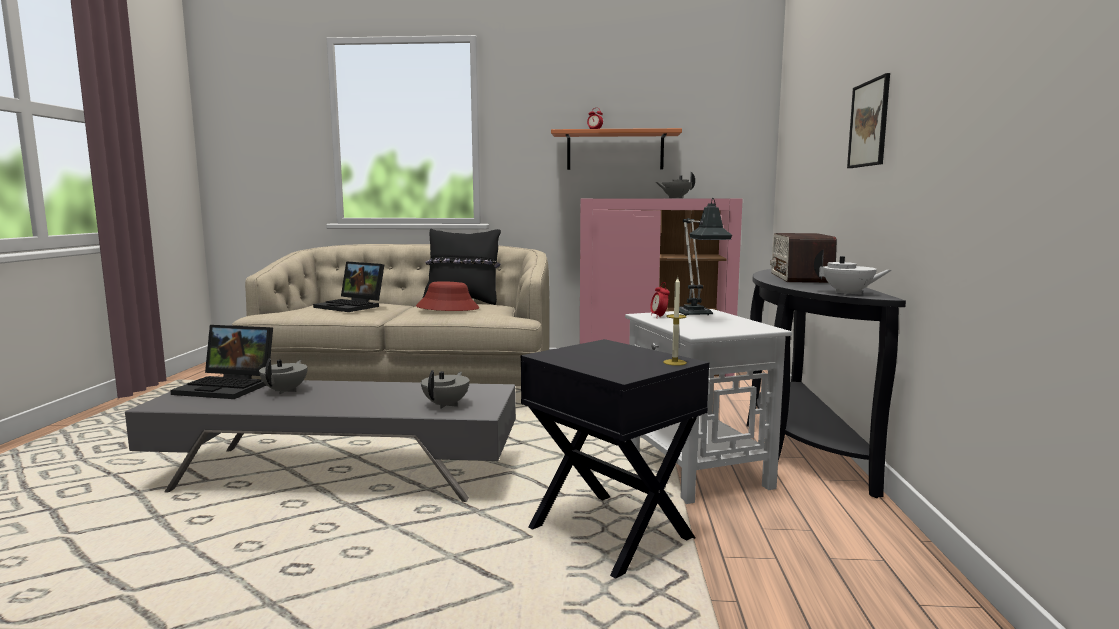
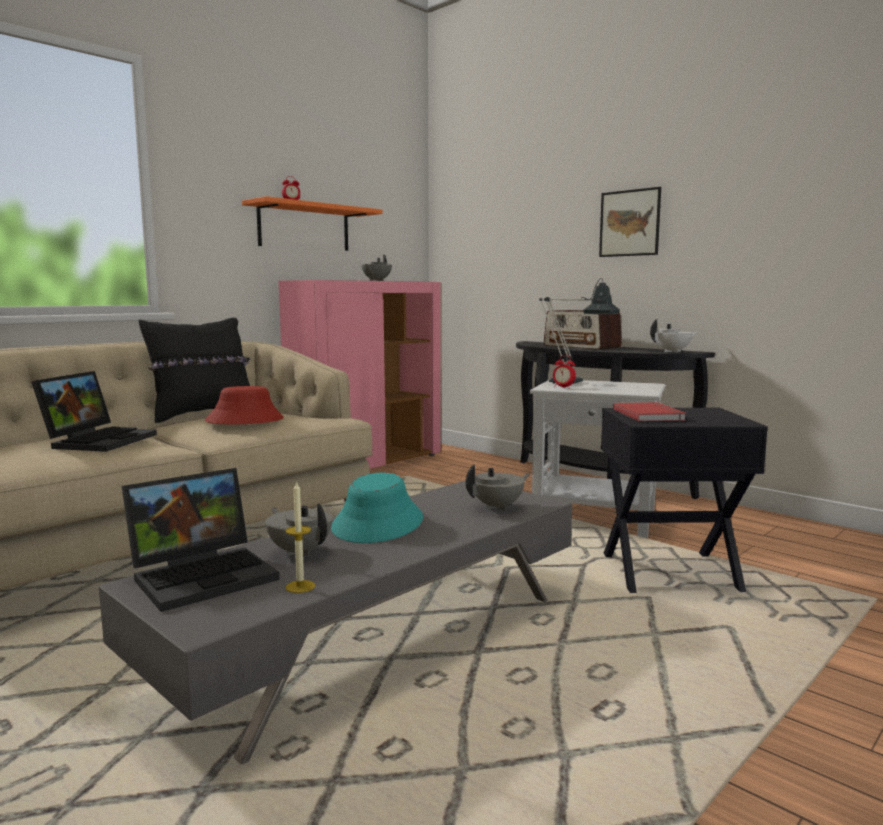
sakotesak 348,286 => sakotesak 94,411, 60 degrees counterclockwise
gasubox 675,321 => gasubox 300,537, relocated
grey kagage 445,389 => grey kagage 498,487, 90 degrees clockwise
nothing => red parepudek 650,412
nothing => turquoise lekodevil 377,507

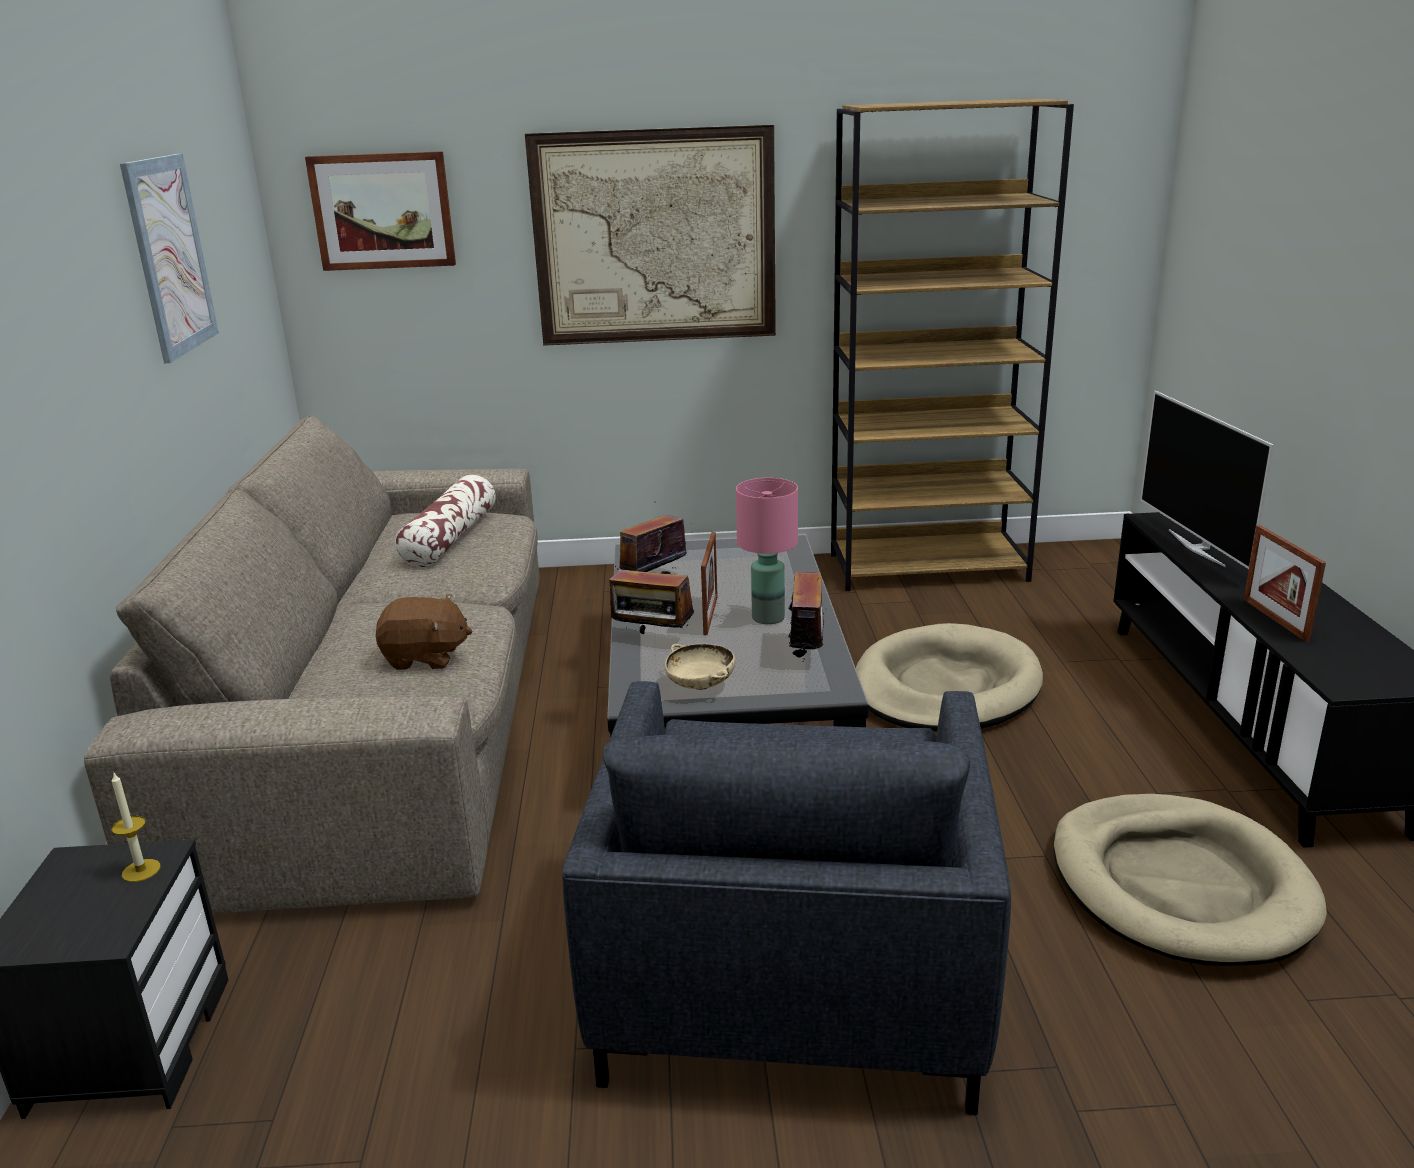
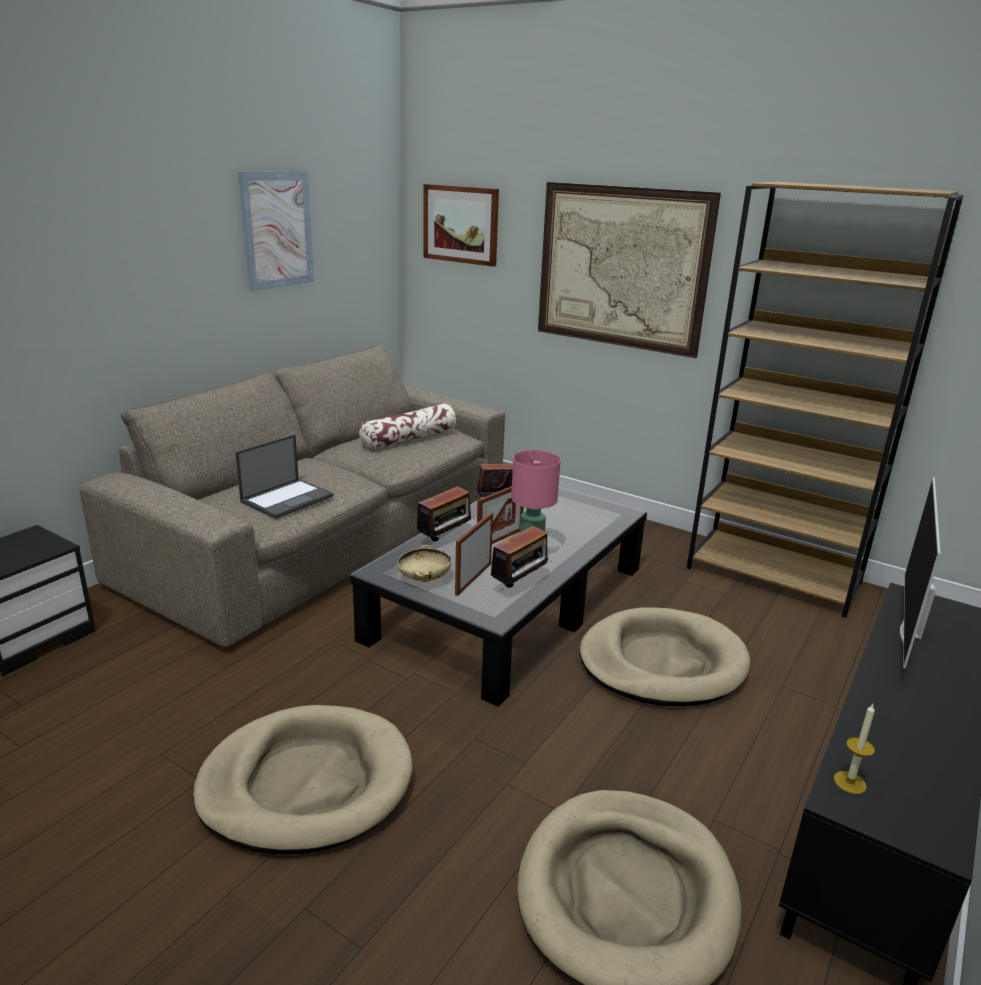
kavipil 1285,583 => kavipil 474,554, relocated
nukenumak 651,597 => nukenumak 441,513, 105 degrees counterclockwise
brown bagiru 423,632 => sakotesak 284,476
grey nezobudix 786,898 => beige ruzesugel 303,779
gasubox 136,827 => gasubox 854,749, relocated

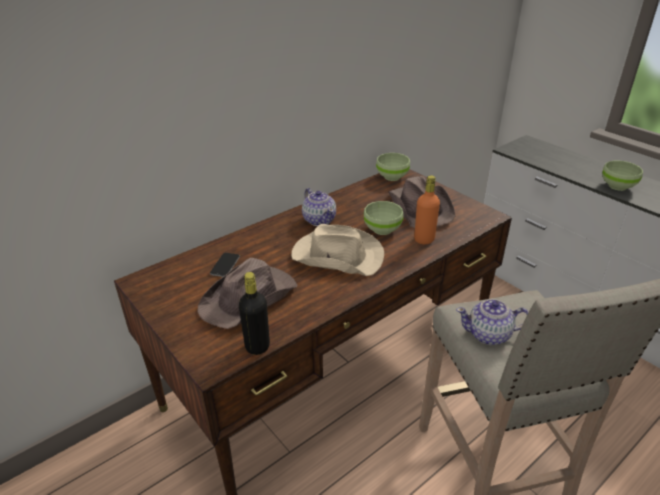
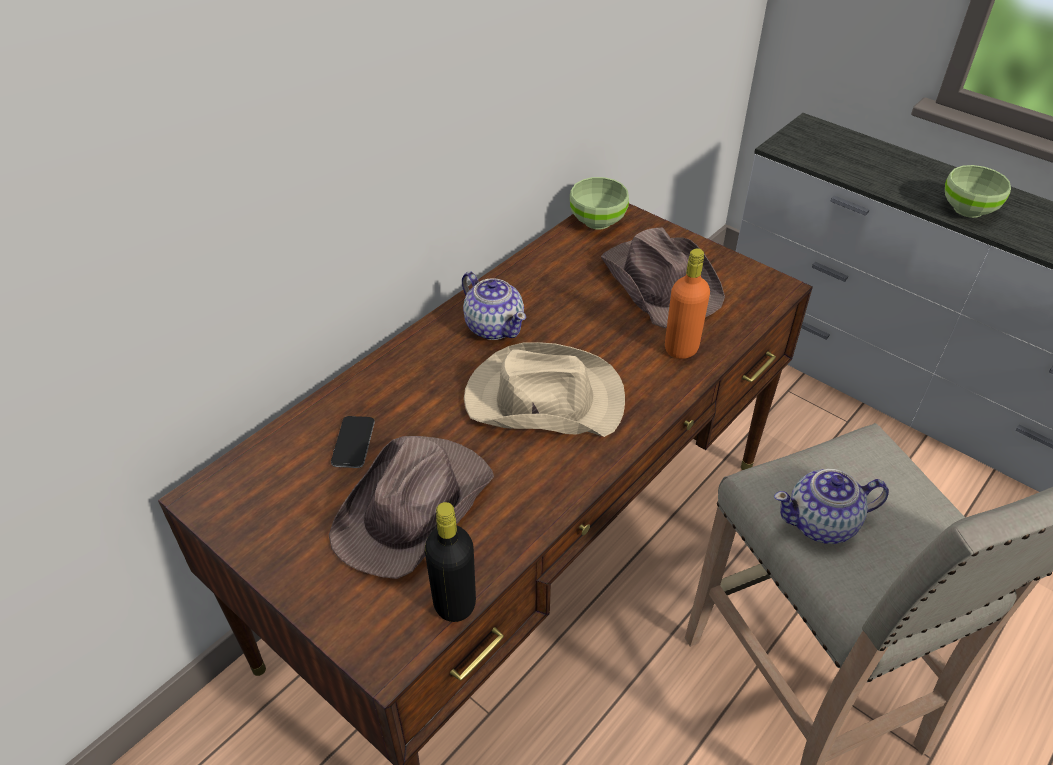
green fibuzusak 384,218 => nothing

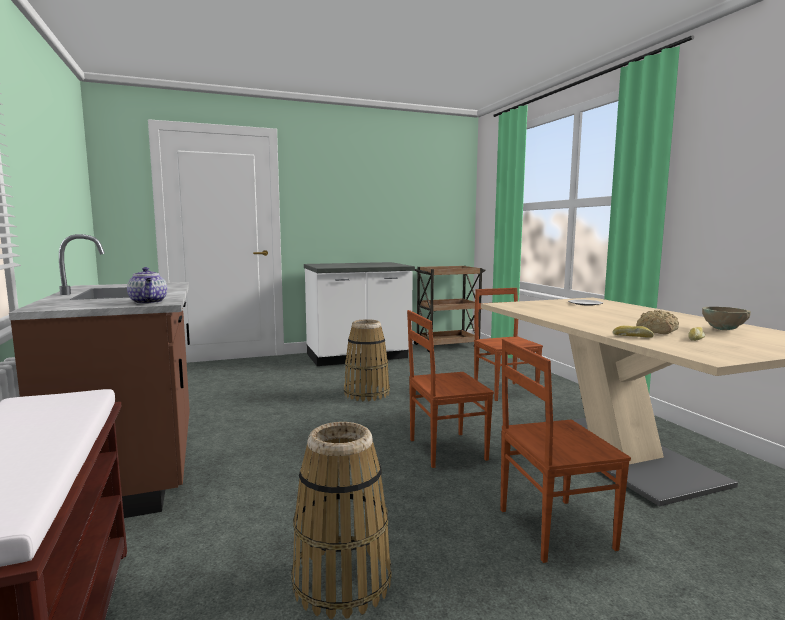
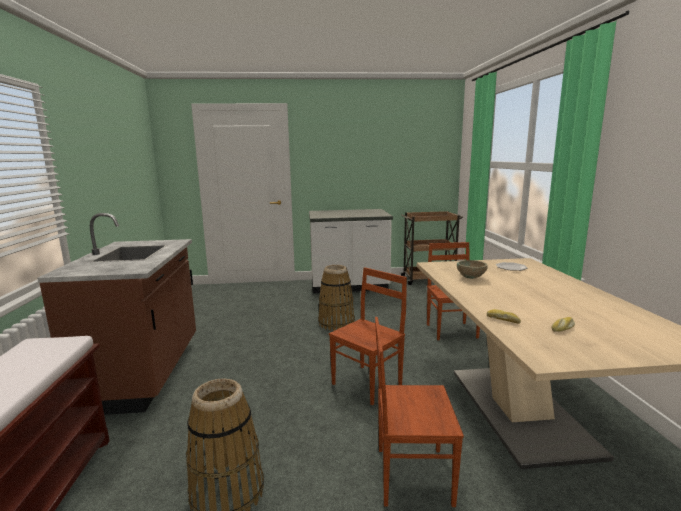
kagage 147,285 => nothing
beige fibuzusak 726,318 => beige fibuzusak 472,269, relocated
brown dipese 450,389 => brown dipese 368,336, 135 degrees clockwise
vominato 657,322 => nothing

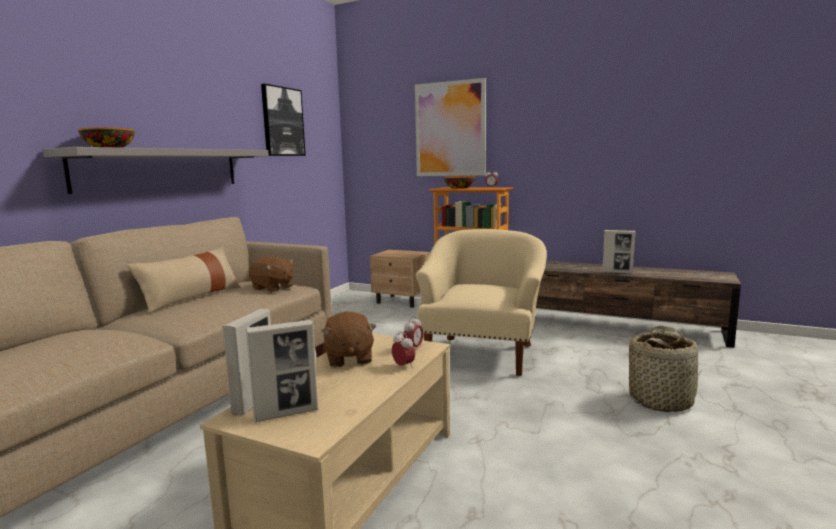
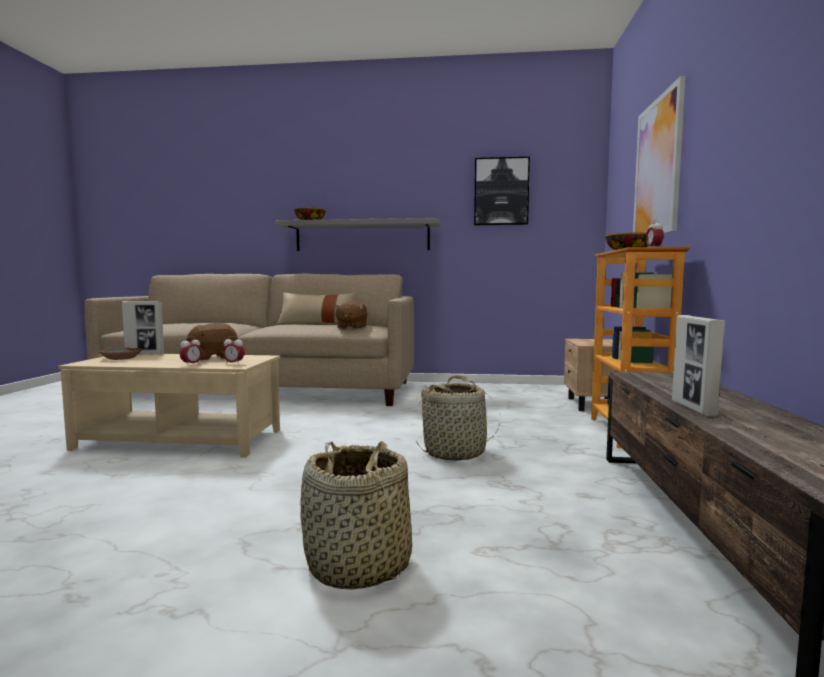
beige nezobudix 481,302 => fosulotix 457,418
kavipil 282,371 => brown fibuzusak 120,354

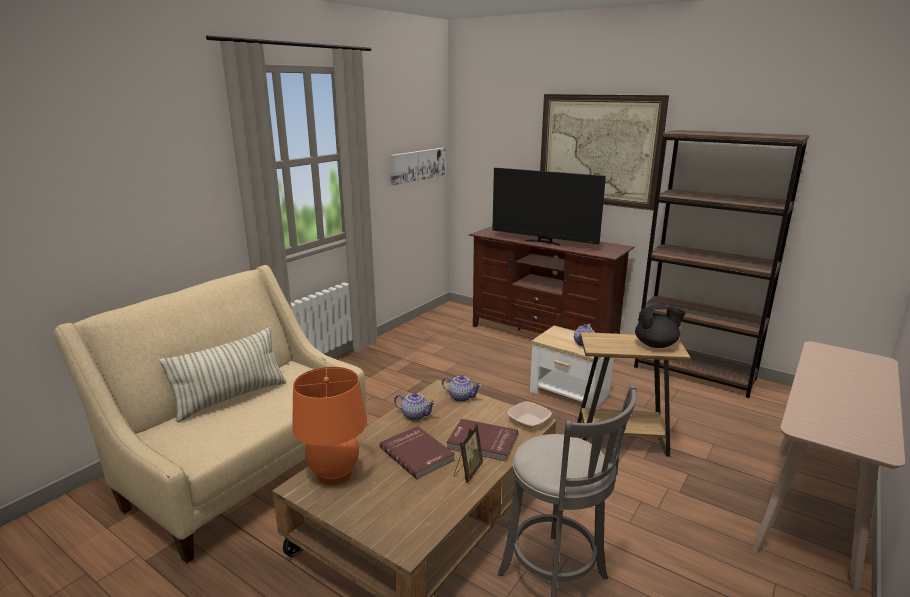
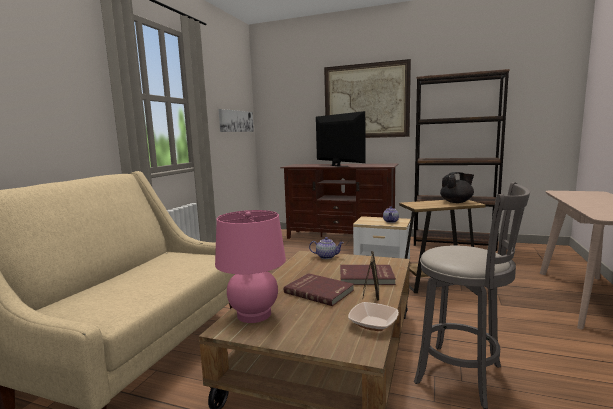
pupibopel 549,207 => pupibopel 341,139, 135 degrees counterclockwise
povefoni 223,374 => nothing
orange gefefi 329,426 => pink gefefi 250,266
kagage 415,406 => nothing
fibuzusak 529,414 => fibuzusak 373,316, relocated

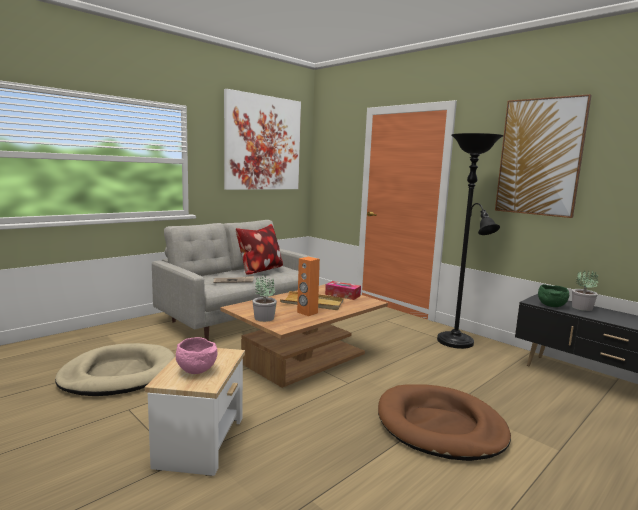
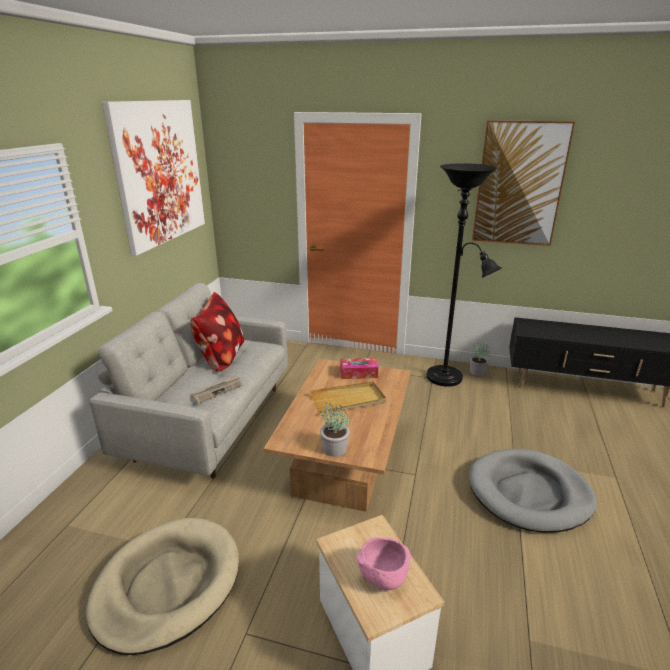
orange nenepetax 308,286 => nothing
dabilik 585,291 => dabilik 480,359, relocated
green fibuzusak 553,295 => nothing
brown ruzesugel 444,422 => grey ruzesugel 533,491

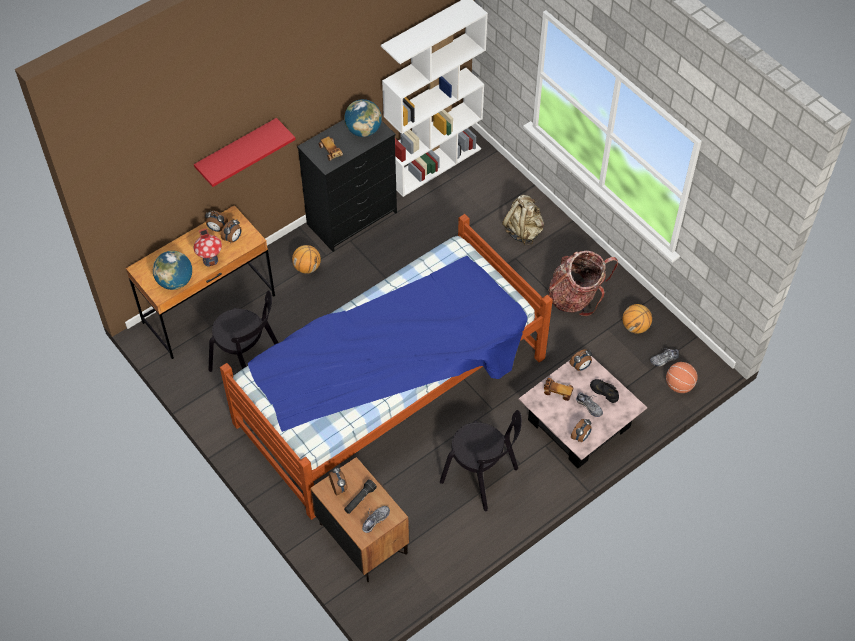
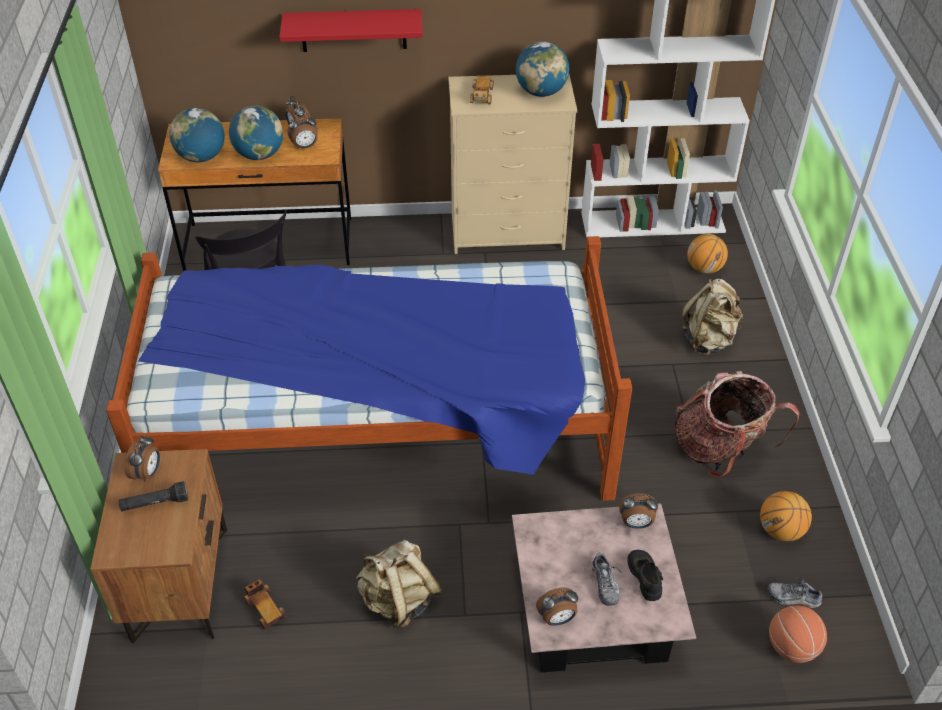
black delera 347,186 => beige delera 512,164
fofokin 208,247 => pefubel 256,133
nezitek 306,259 => nezitek 707,254, relocated
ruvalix 558,389 => ruvalix 265,604, relocated
black dipese 481,460 => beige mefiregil 399,584
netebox 376,519 => nothing

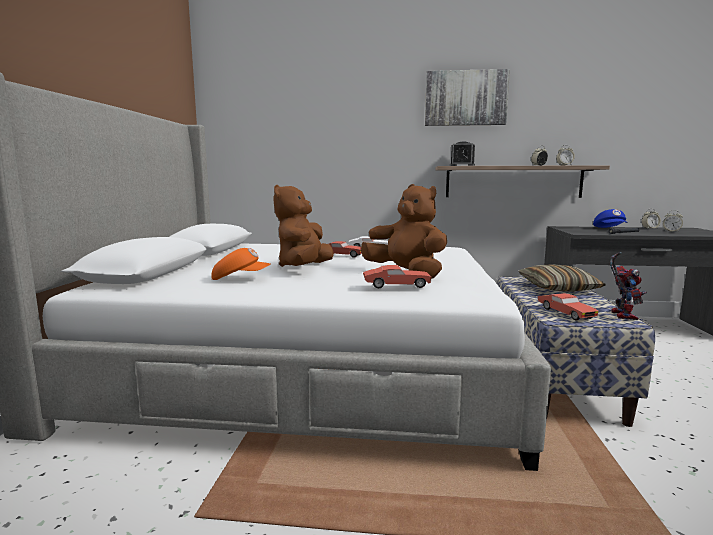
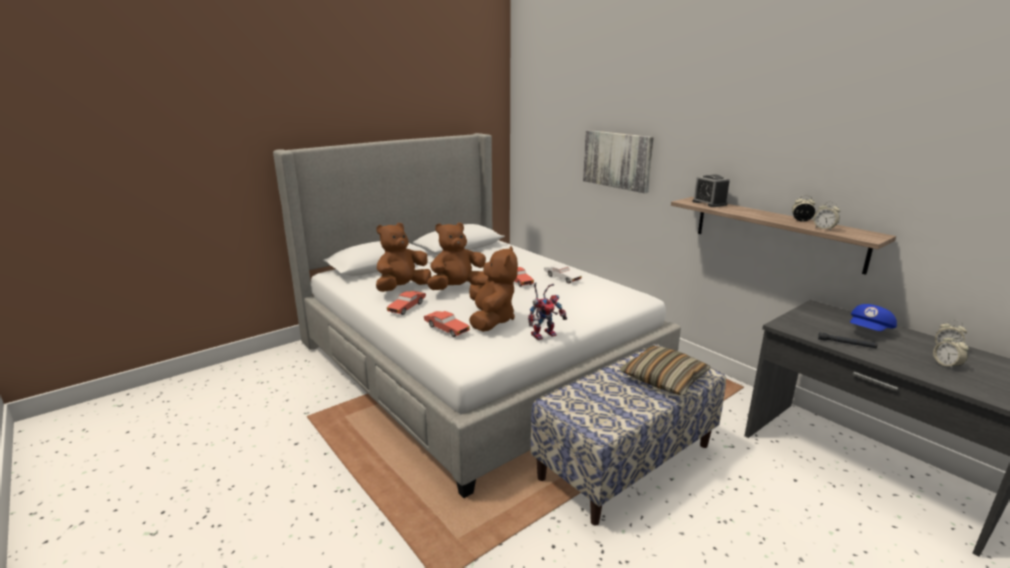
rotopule 467,97 => rotopule 618,161, relocated
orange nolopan 241,264 => brown bagiru 403,257
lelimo 628,286 => lelimo 547,311, relocated
red ruvalix 568,307 => red ruvalix 406,303, relocated

